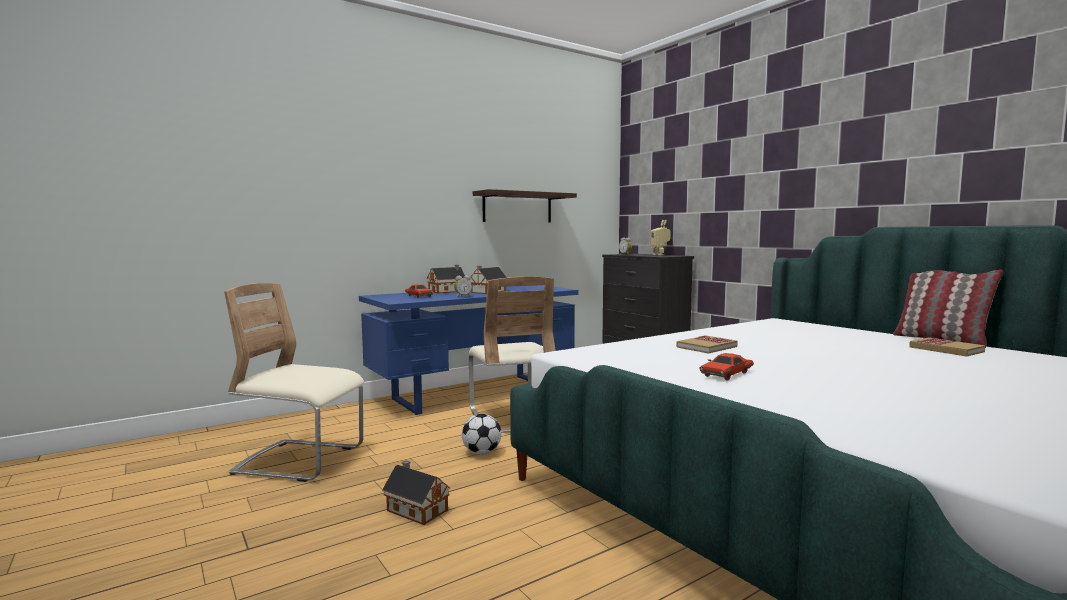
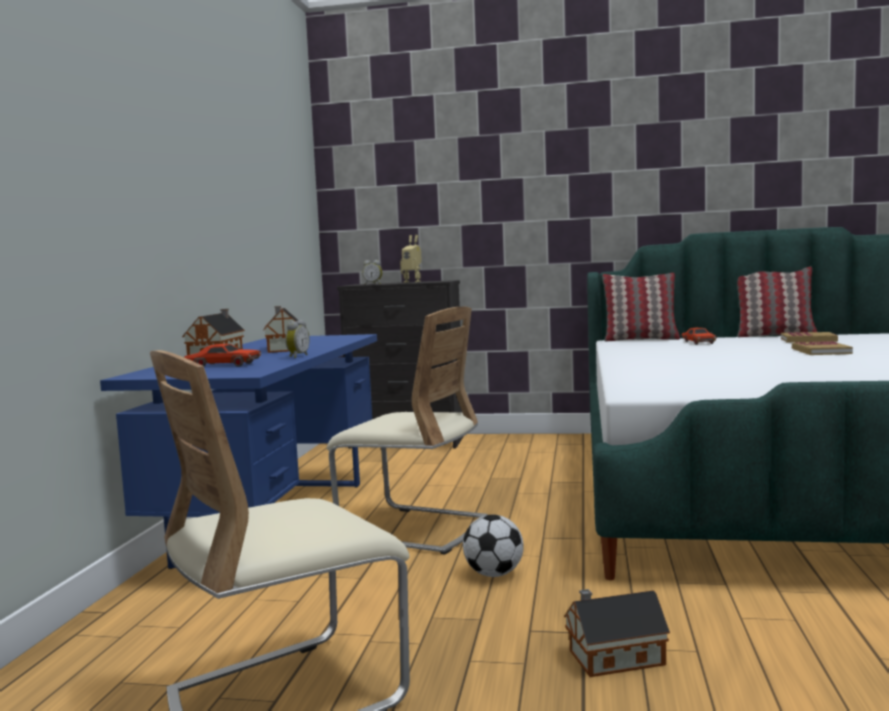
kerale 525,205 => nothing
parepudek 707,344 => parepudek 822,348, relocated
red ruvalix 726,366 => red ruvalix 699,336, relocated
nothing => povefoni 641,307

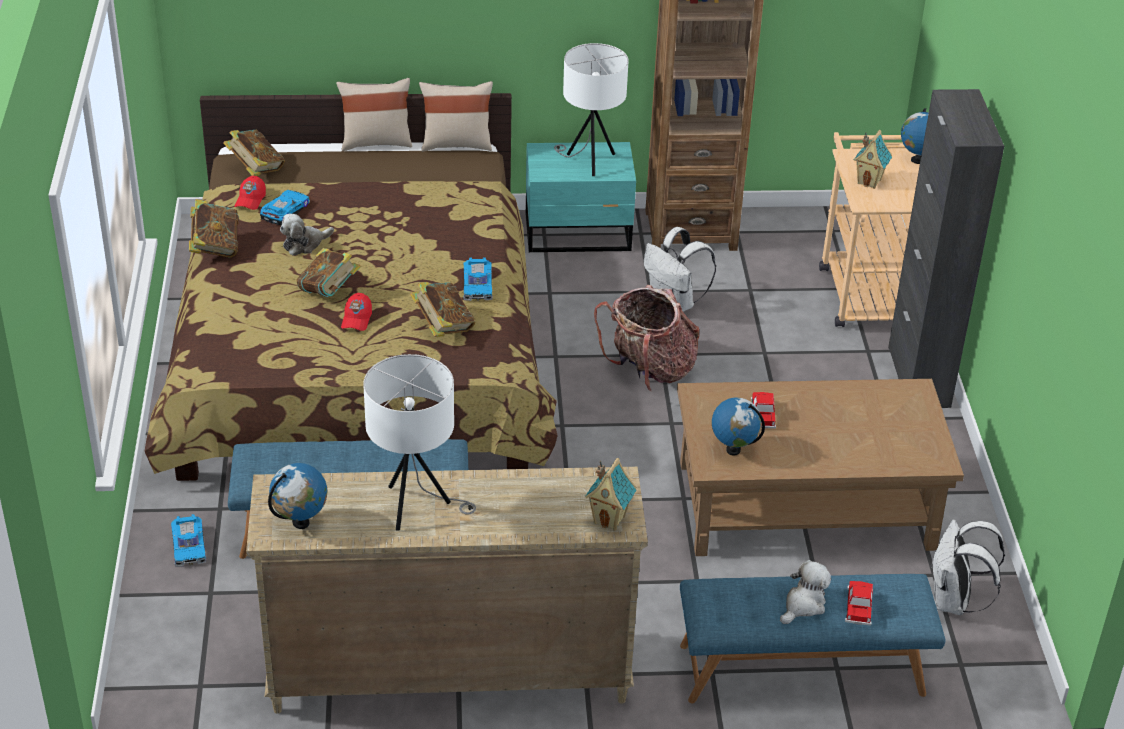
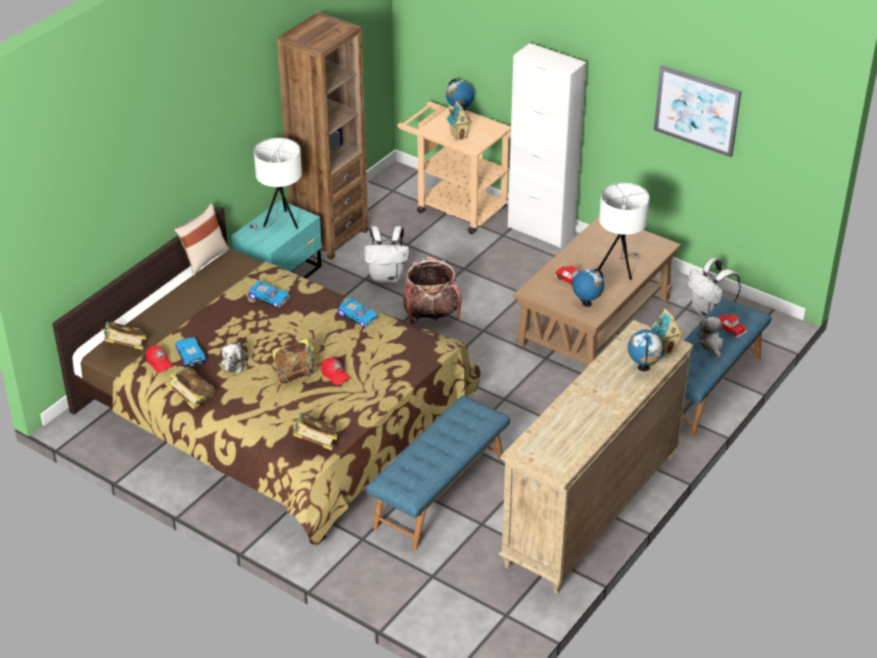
beige povefoni 374,114 => nothing
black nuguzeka 946,248 => white nuguzeka 547,145
parepudek 442,309 => parepudek 314,431, relocated
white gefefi 419,442 => white gefefi 624,231, relocated
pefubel 297,496 => pefubel 646,350, relocated
ruvalix 188,540 => ruvalix 269,294, relocated
nothing => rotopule 697,111

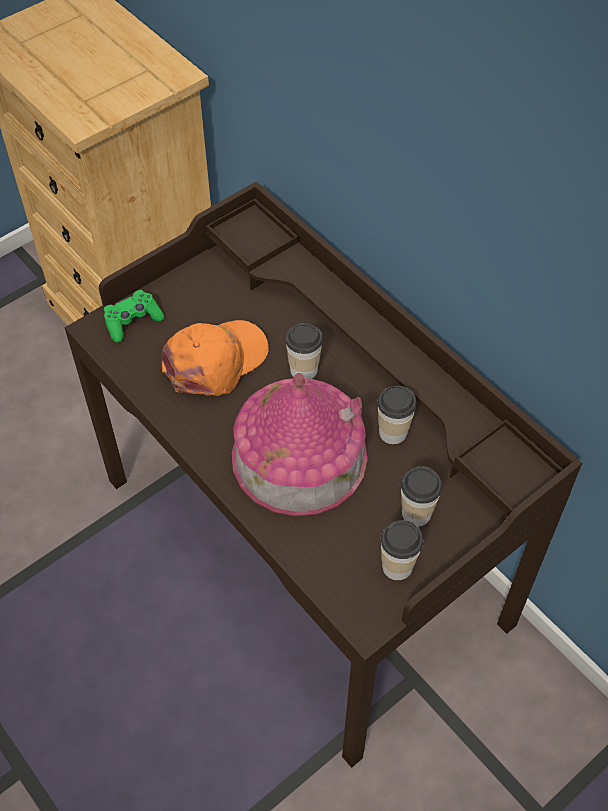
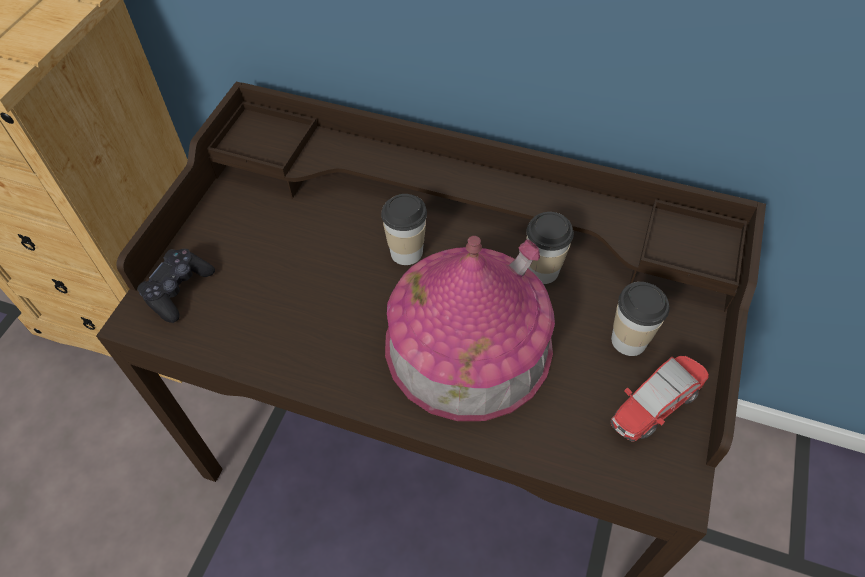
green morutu 134,316 => black morutu 176,286
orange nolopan 215,358 => nothing
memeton 402,550 => ruvalix 660,399

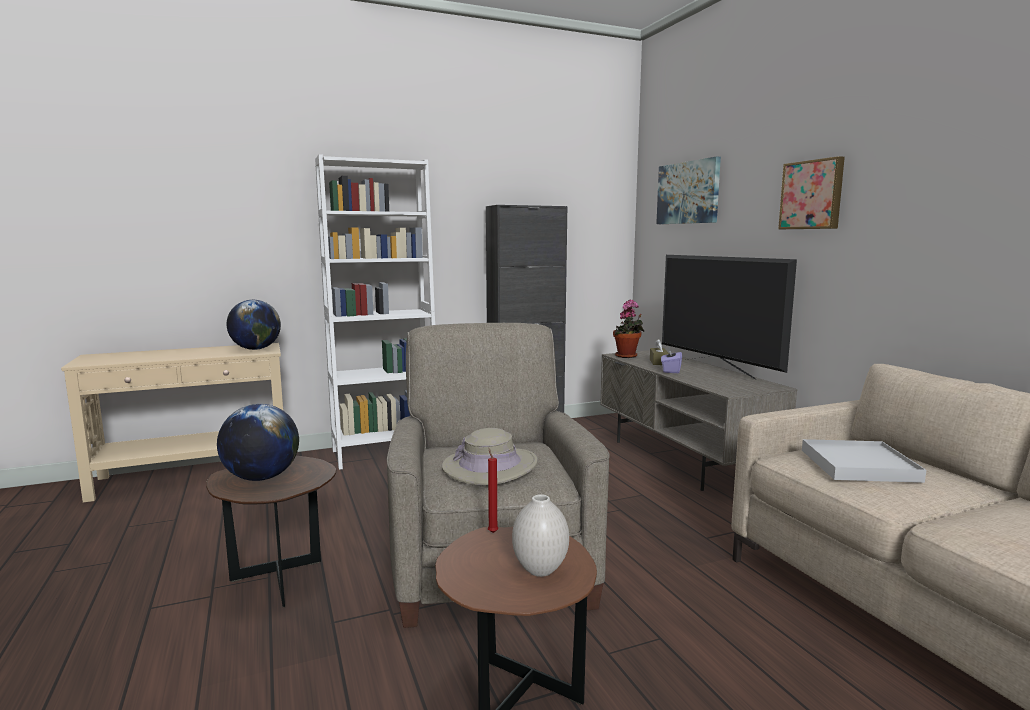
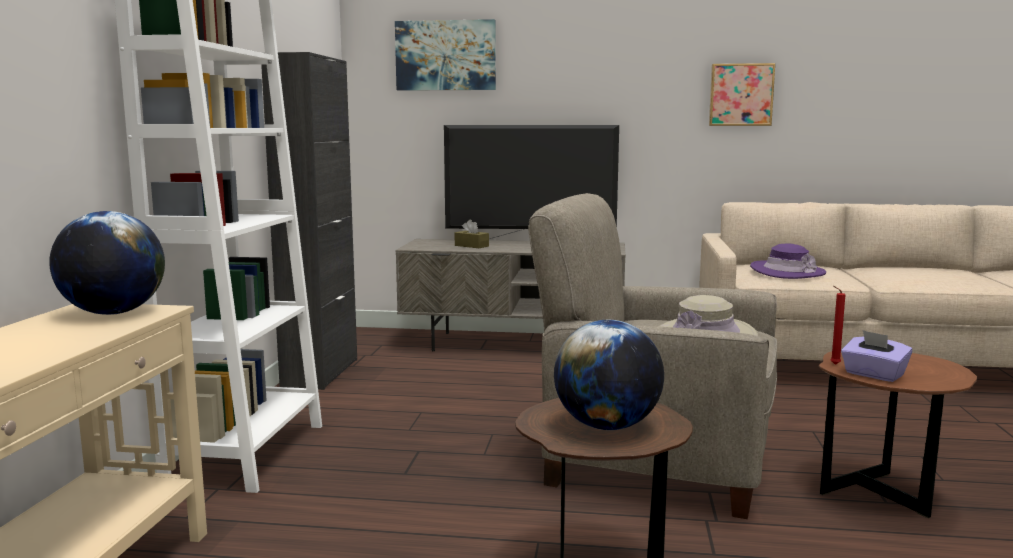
rotopule 811,192 => rotopule 742,94, relocated
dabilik 628,328 => nothing
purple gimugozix 671,359 => purple gimugozix 877,356, relocated
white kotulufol 864,461 => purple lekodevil 788,261
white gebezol 540,535 => nothing

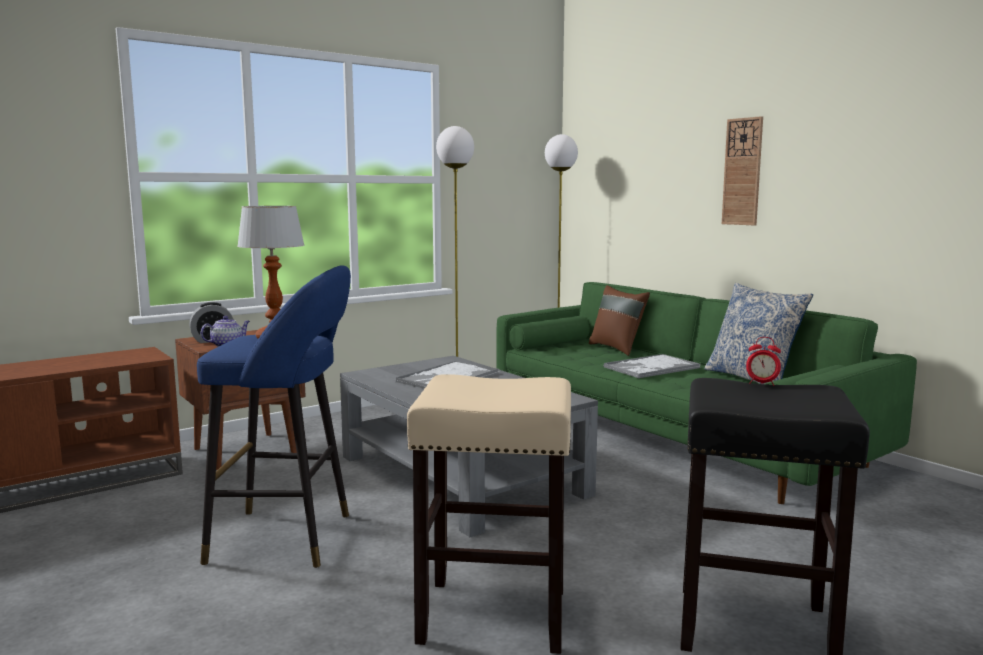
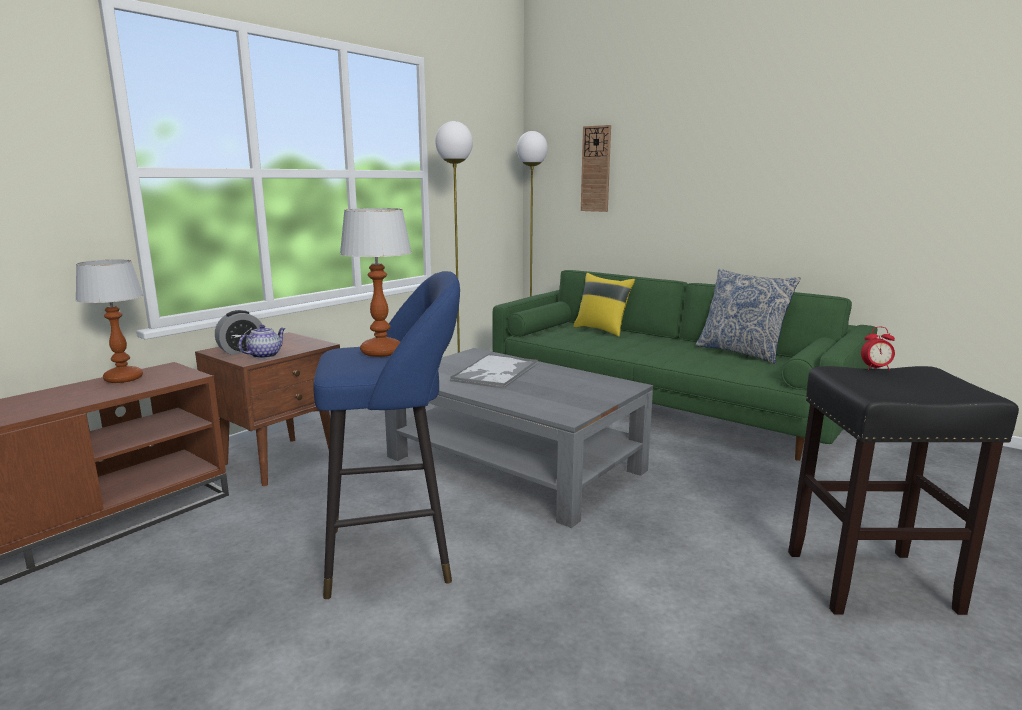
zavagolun 742,170 => zavagolun 596,168, relocated
brown povefoni 619,320 => yellow povefoni 604,305
kotulufol 652,366 => nothing
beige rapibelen 489,514 => nothing
nothing => gefefi 109,321

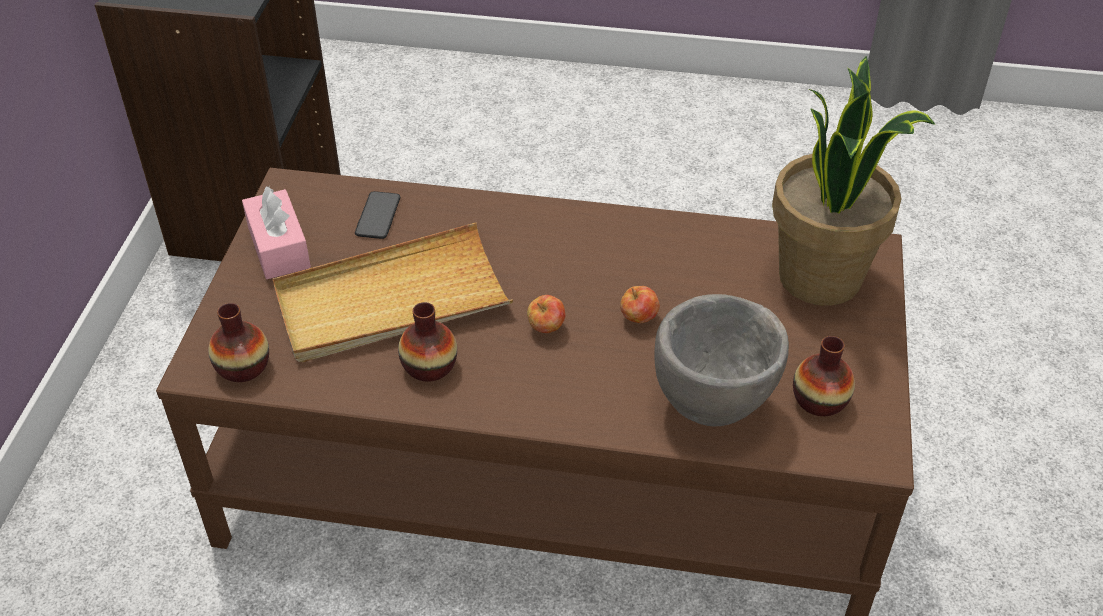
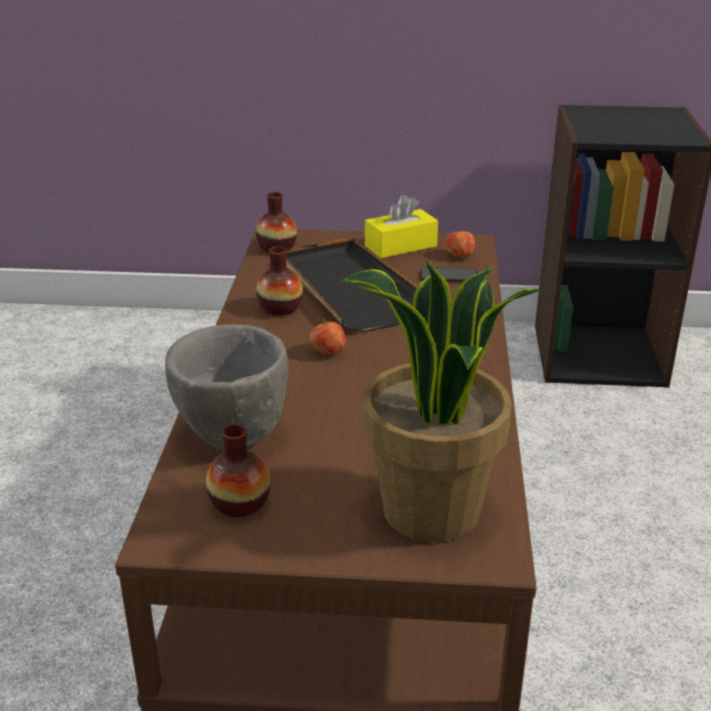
pink gimugozix 276,232 => yellow gimugozix 401,226
beige kotulufol 393,292 => black kotulufol 352,285
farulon 640,304 => farulon 460,243, relocated

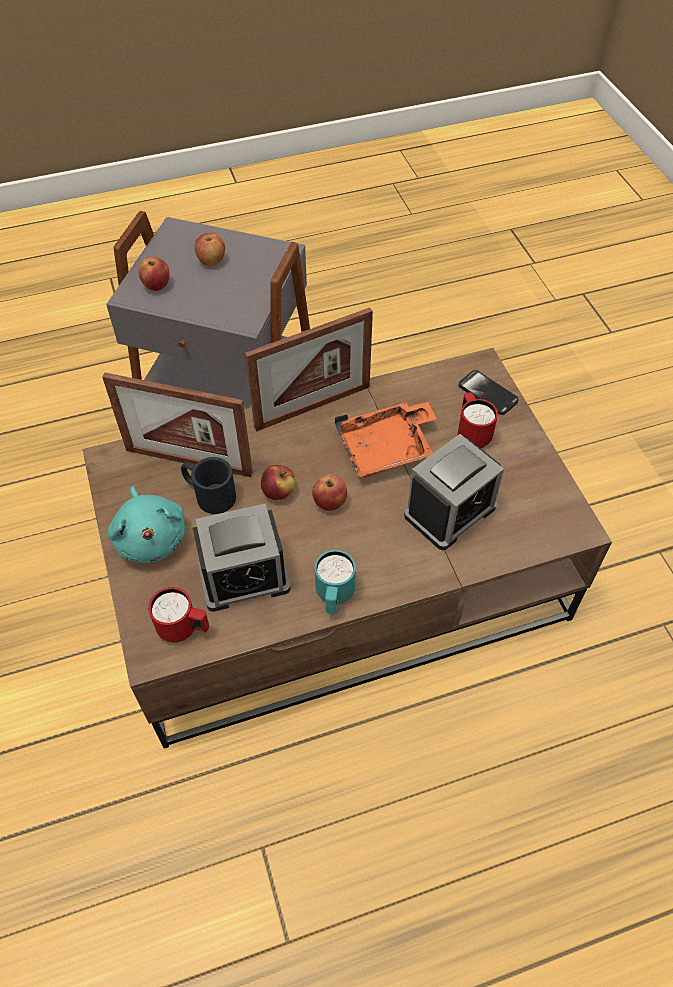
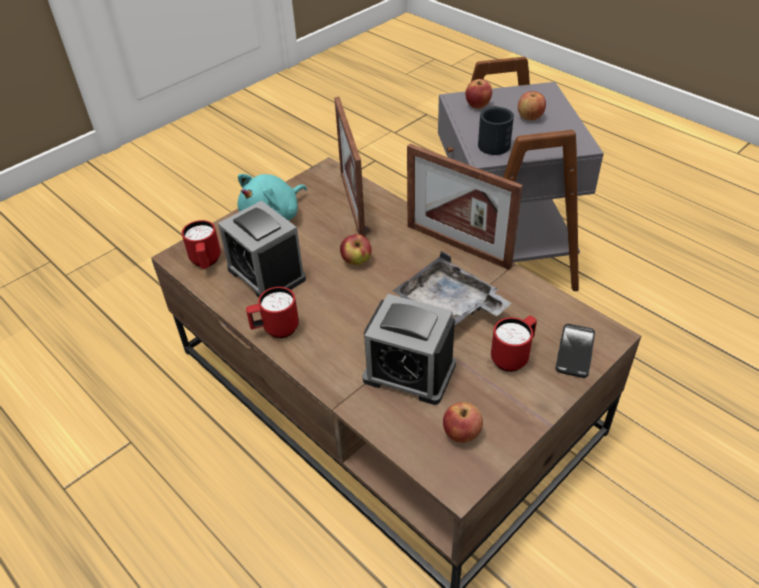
orange kotulufol 386,440 => grey kotulufol 452,289
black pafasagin 208,485 => black pafasagin 496,130, relocated
farulon 329,492 => farulon 463,422, relocated
turquoise pafasagin 335,582 => red pafasagin 272,312

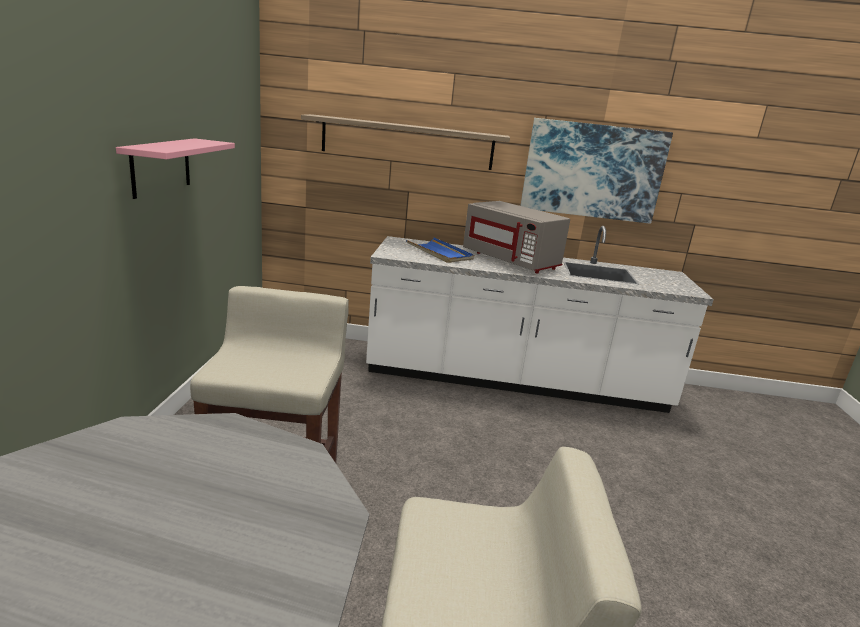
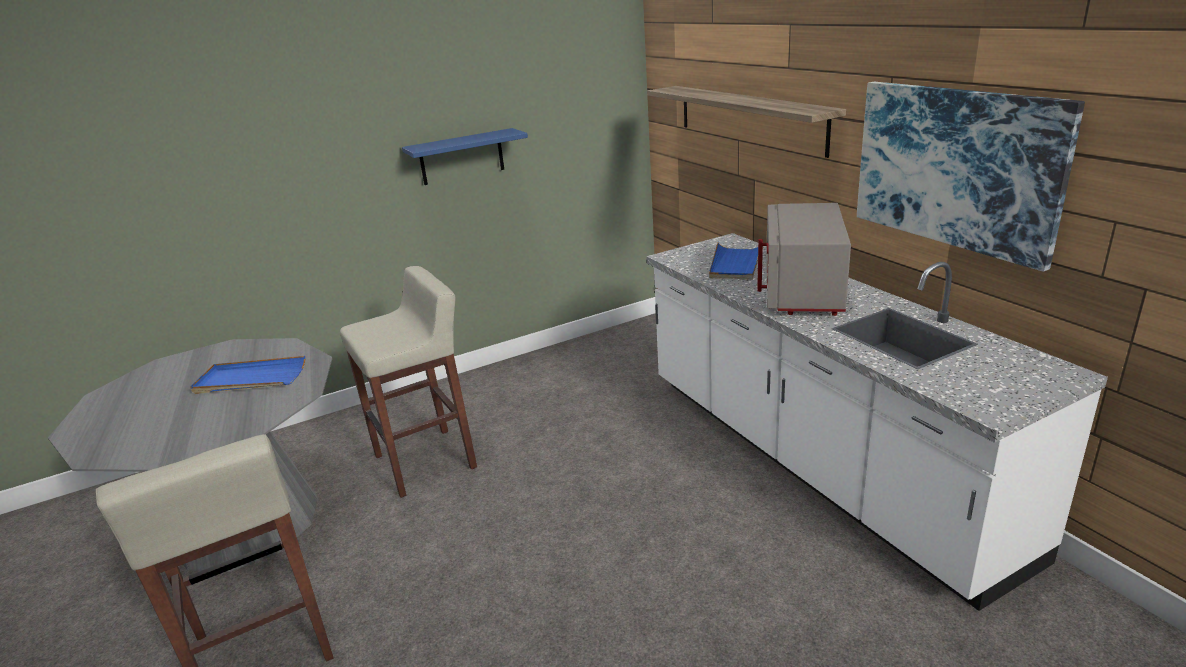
pink kerale 175,168 => blue kerale 465,156
nothing => blue kotulufol 247,375

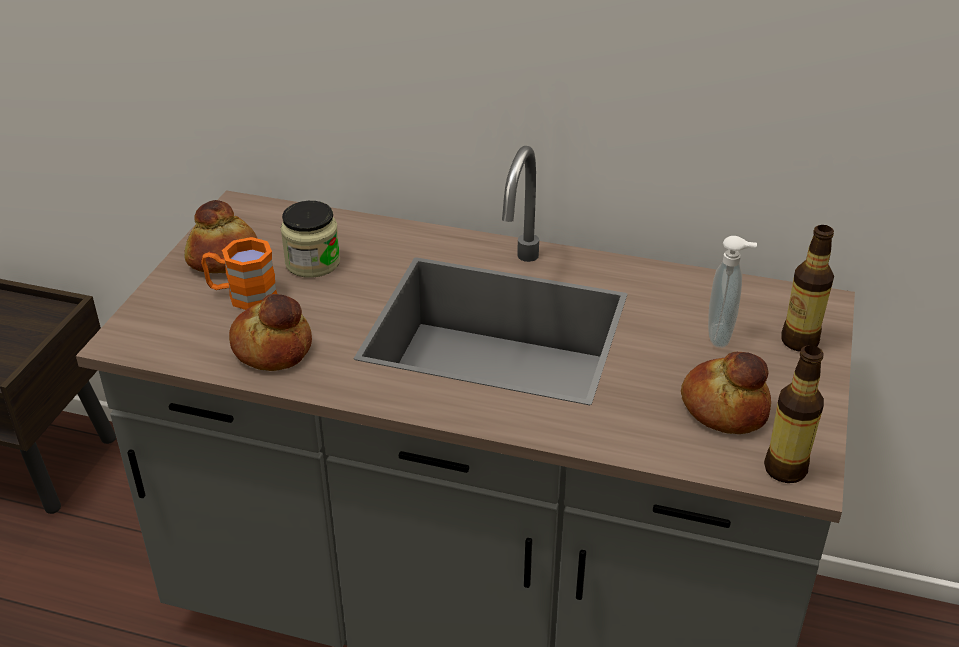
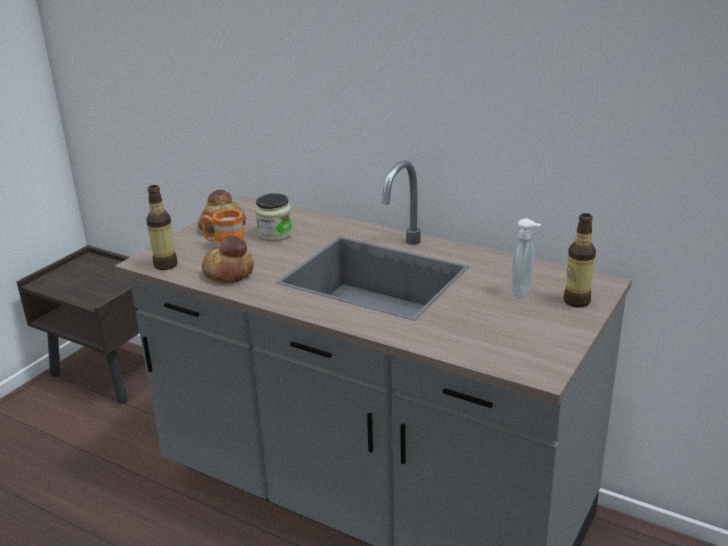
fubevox 794,414 => fubevox 162,227, relocated
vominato 726,393 => nothing

